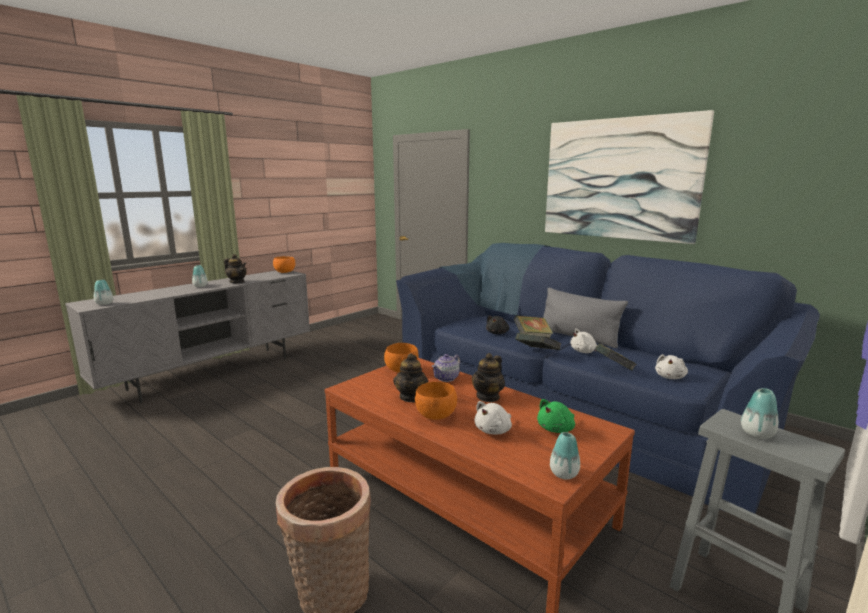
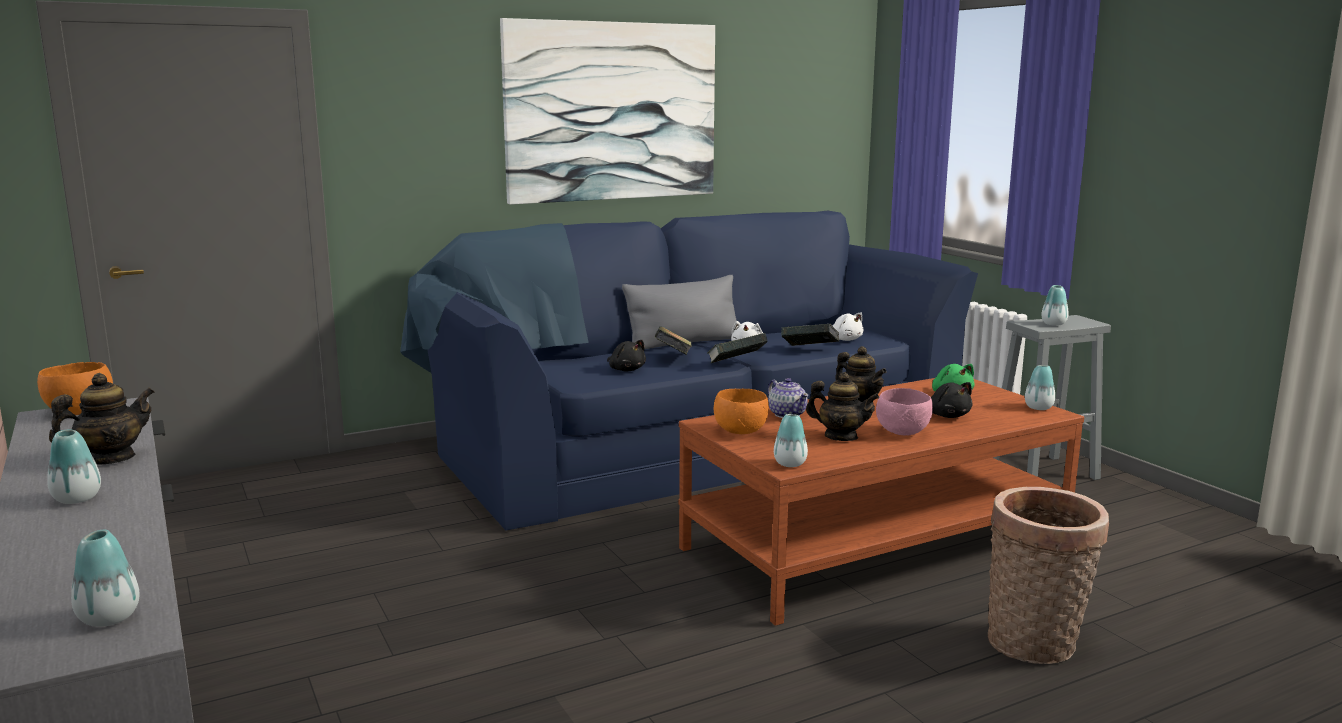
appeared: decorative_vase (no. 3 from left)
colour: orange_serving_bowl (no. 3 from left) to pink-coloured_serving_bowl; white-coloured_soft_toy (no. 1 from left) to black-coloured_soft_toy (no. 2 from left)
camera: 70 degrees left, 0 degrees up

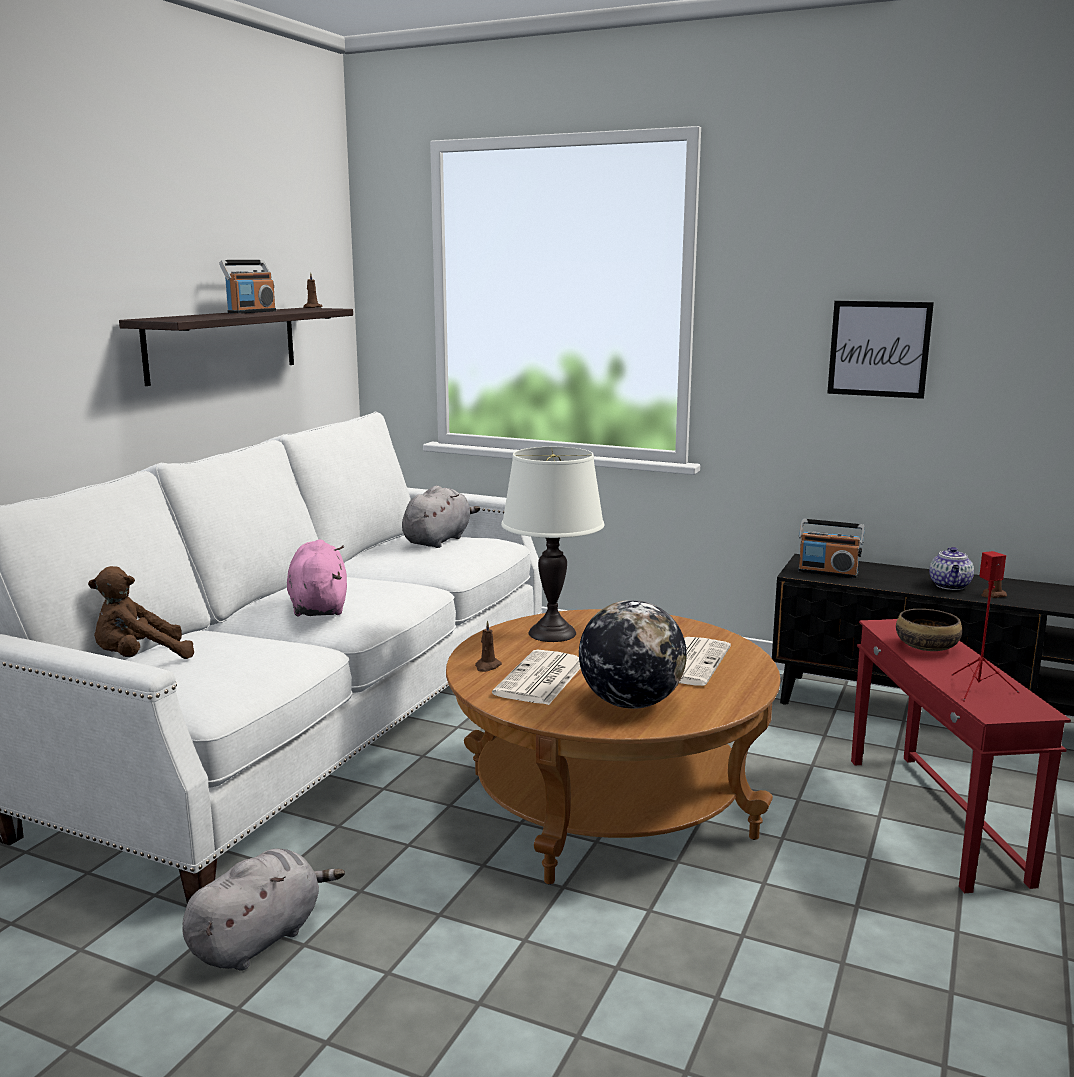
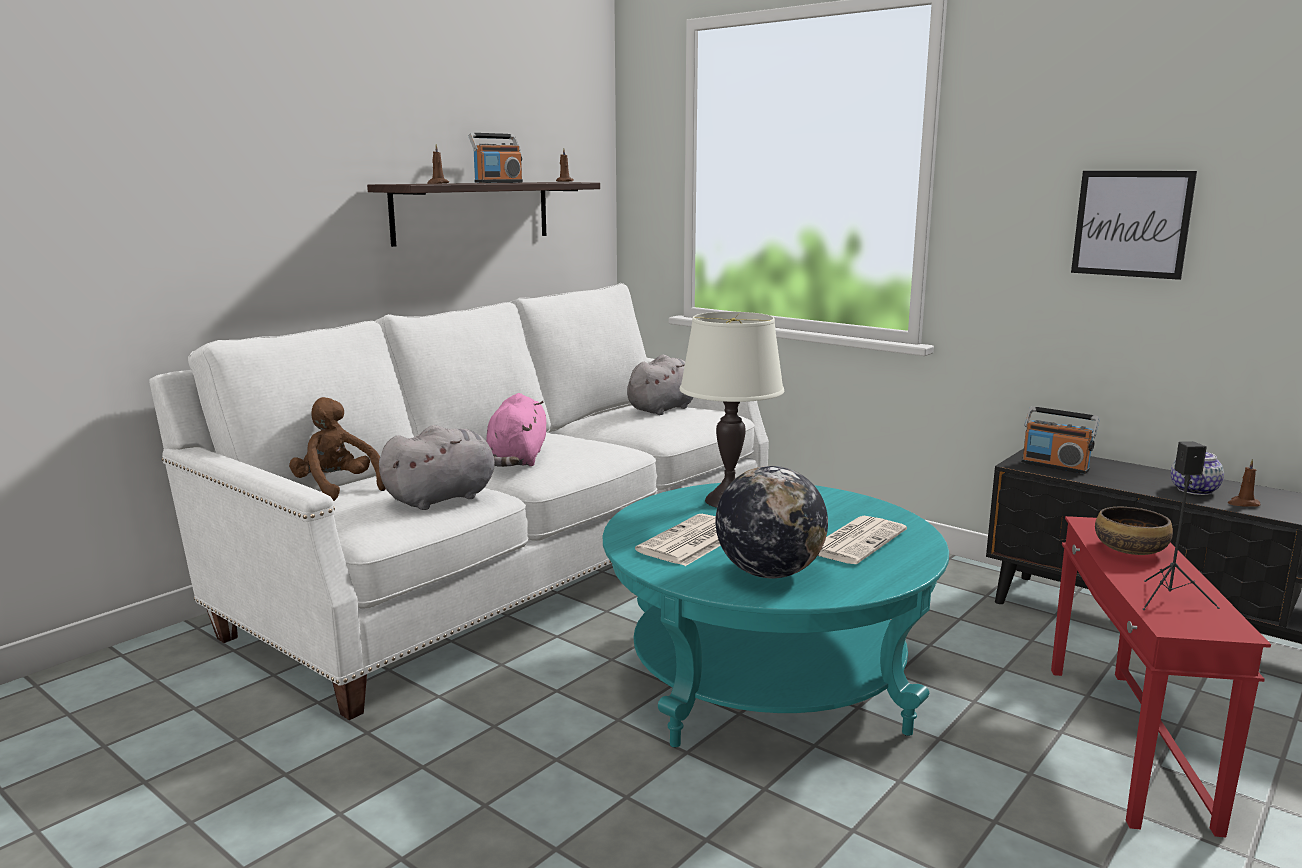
relocated: brownish_candle (no. 2 from left in the first image) to brownish_candle (no. 1 from left); greyish_soft_toy (no. 1 from left)
colour: red_audio_speaker to black-coloured_audio_speaker; brownish_lounge_table to turquoise-coloured_lounge_table
spun: brownish_soft_toy 60 degrees clockwise
camera: 15 degrees right, 0 degrees up

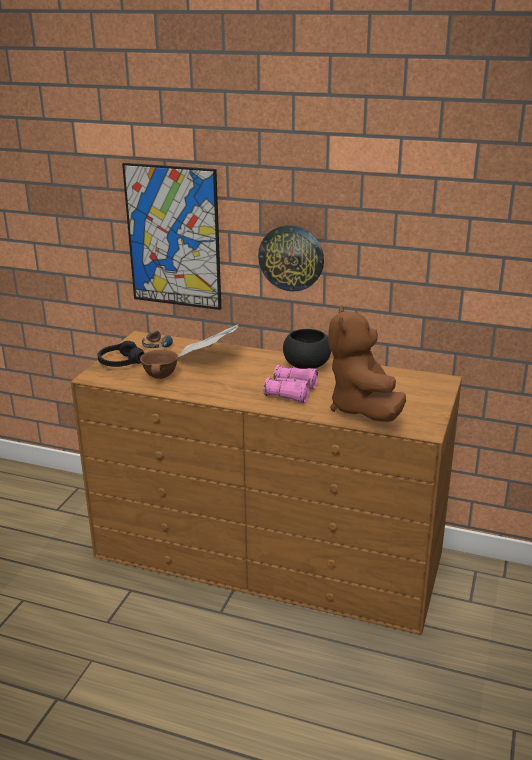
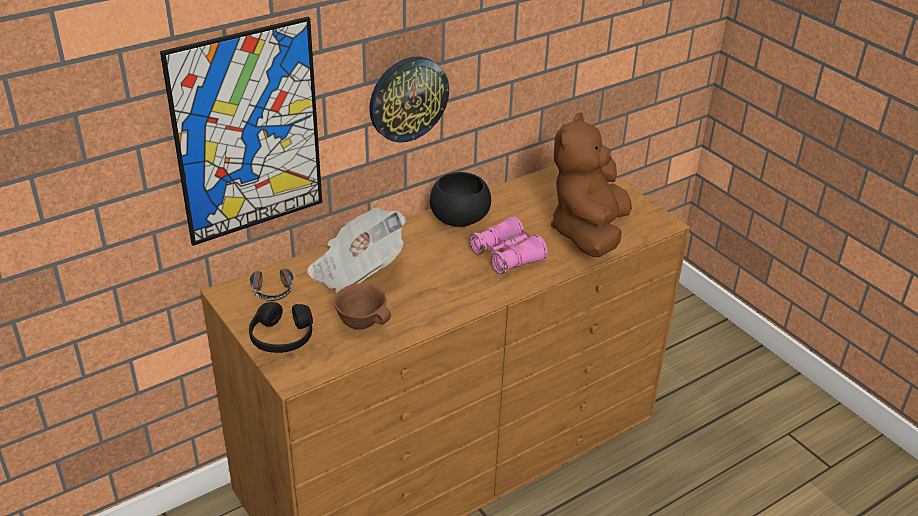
spun: brownish_soft_toy 75 degrees clockwise
camera: 55 degrees left, 10 degrees up

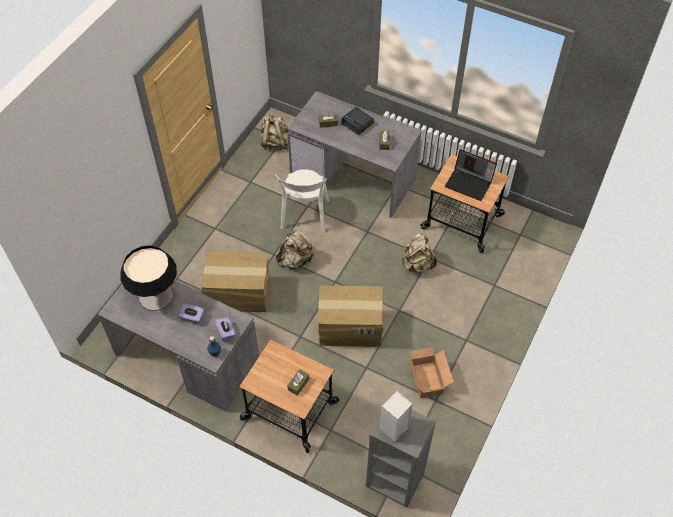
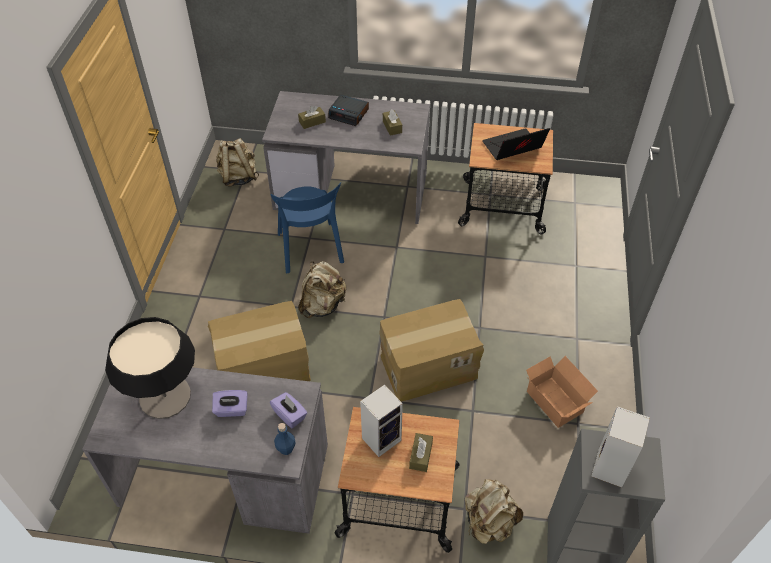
appeared: audio_speaker (no. 1 from left)
relocated: beige_backpack (no. 3 from left)
colour: white-coloured_upright_chair to blue_upright_chair
spun: portable_computer 150 degrees clockwise
camera: 20 degrees left, 5 degrees down

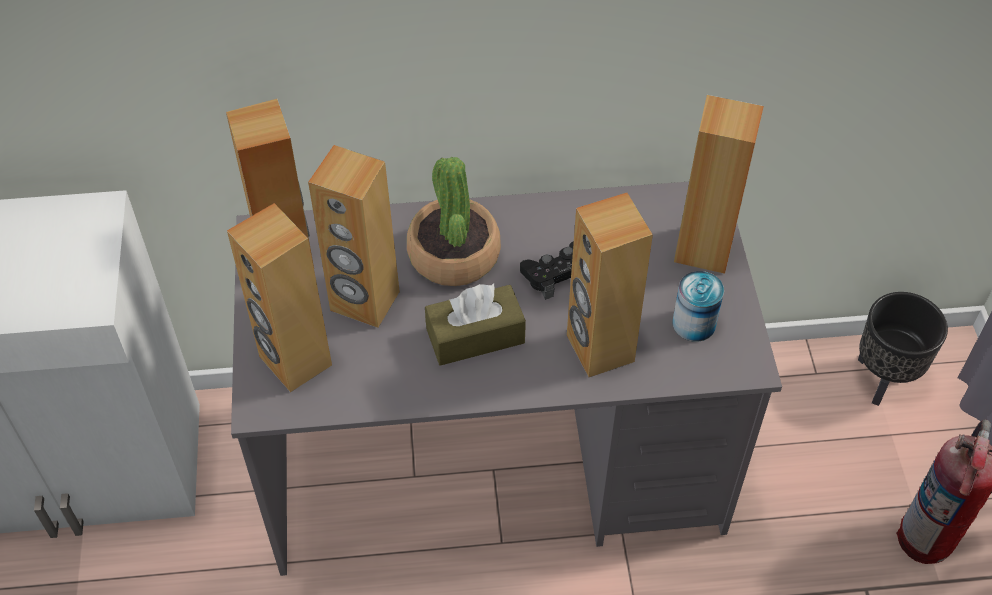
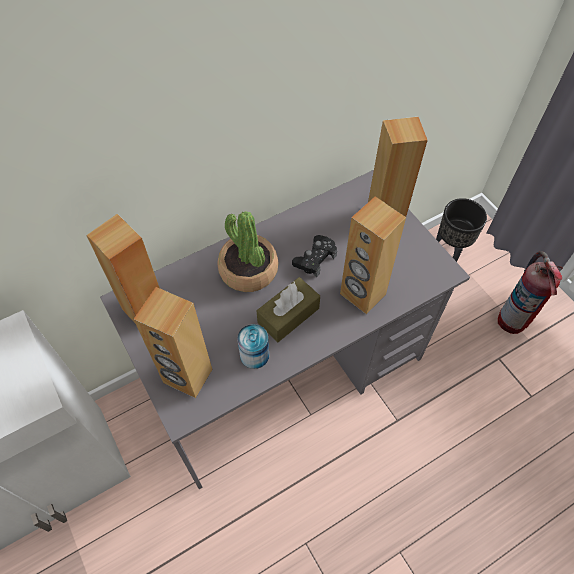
missing: brownish_audio_speaker (no. 3 from left)
relocated: metal_can
camera: 25 degrees left, 5 degrees up

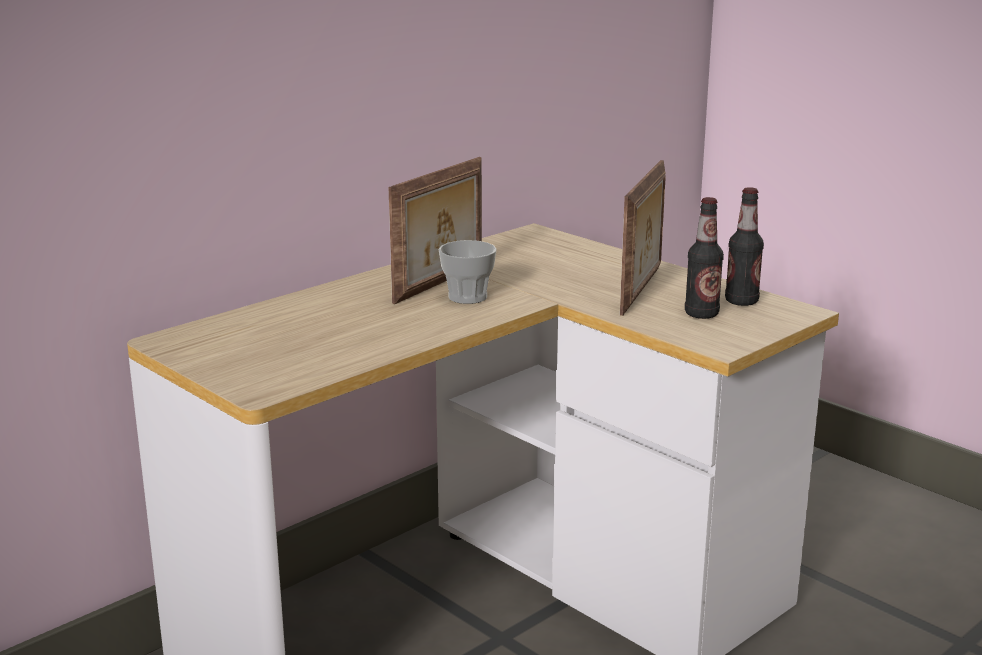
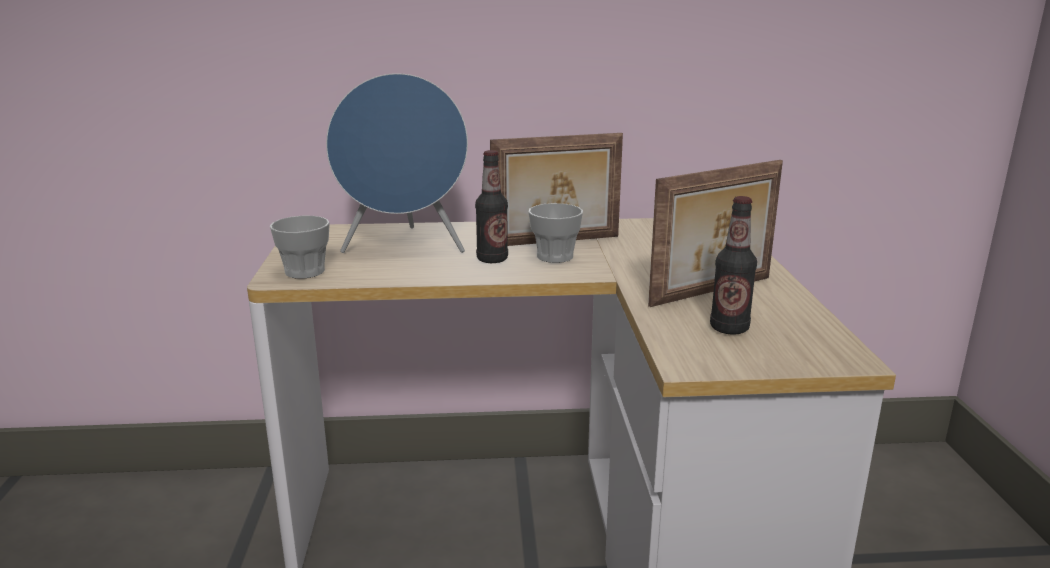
appeared: blue_audio_speaker; drinking_cup (no. 1 from left)
relocated: drink_bottle (no. 2 from left in the first image) to drink_bottle (no. 1 from left)
camera: 40 degrees right, 0 degrees up

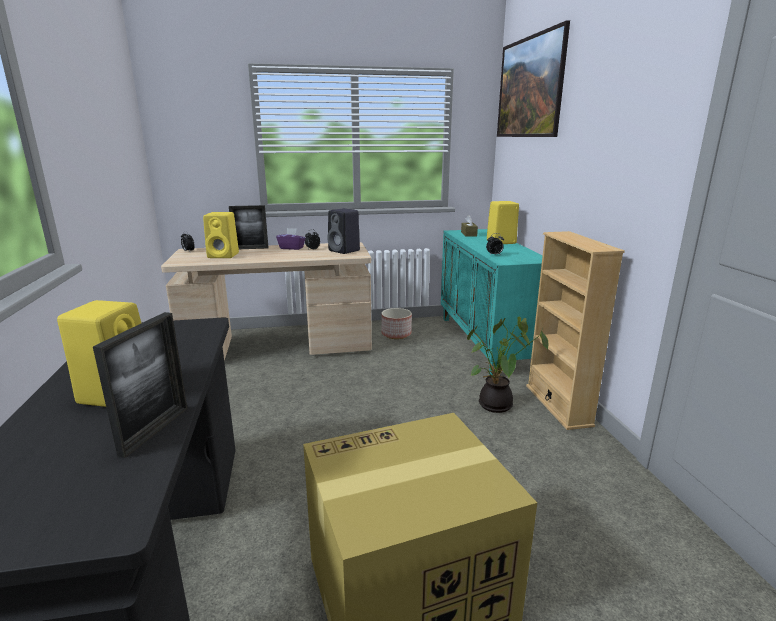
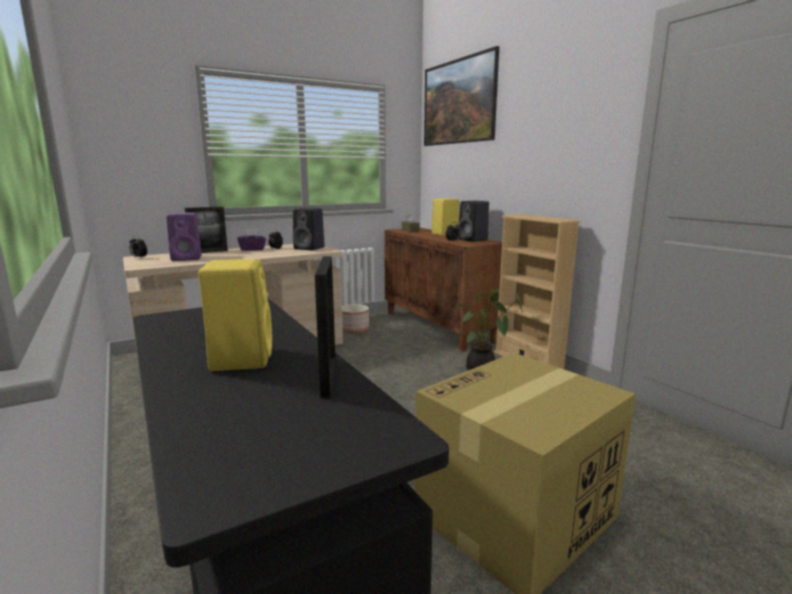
appeared: black-coloured_audio_speaker (no. 2 from left)
colour: yellow-coloured_audio_speaker (no. 2 from left) to purplish_audio_speaker; turquoise-coloured_storage_cabinet to brownish_storage_cabinet
camera: 20 degrees left, 5 degrees down

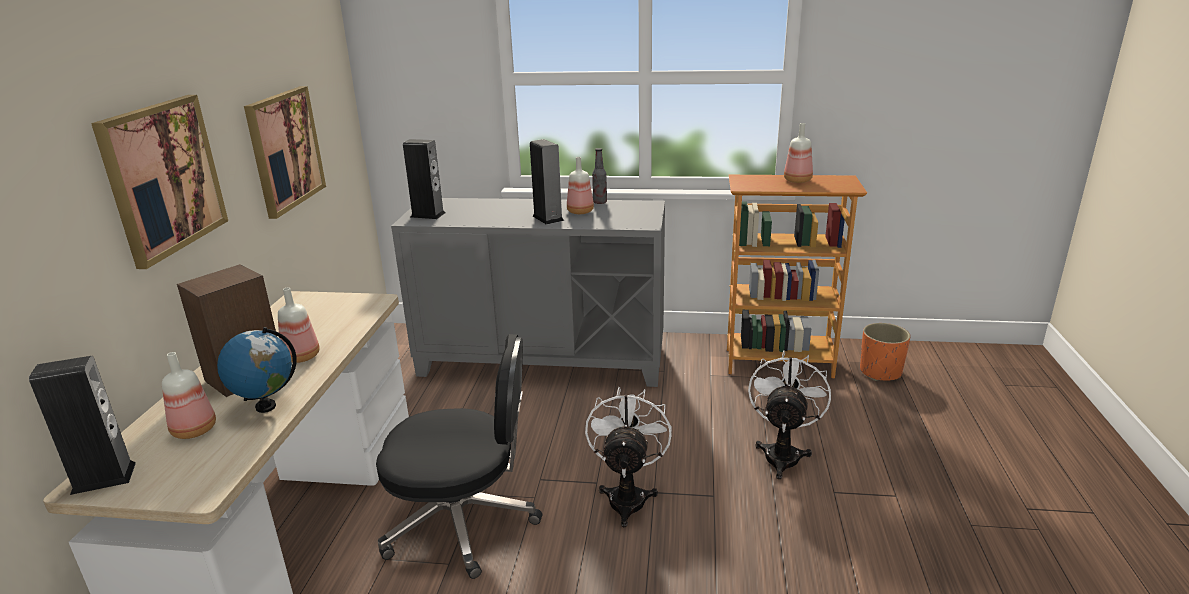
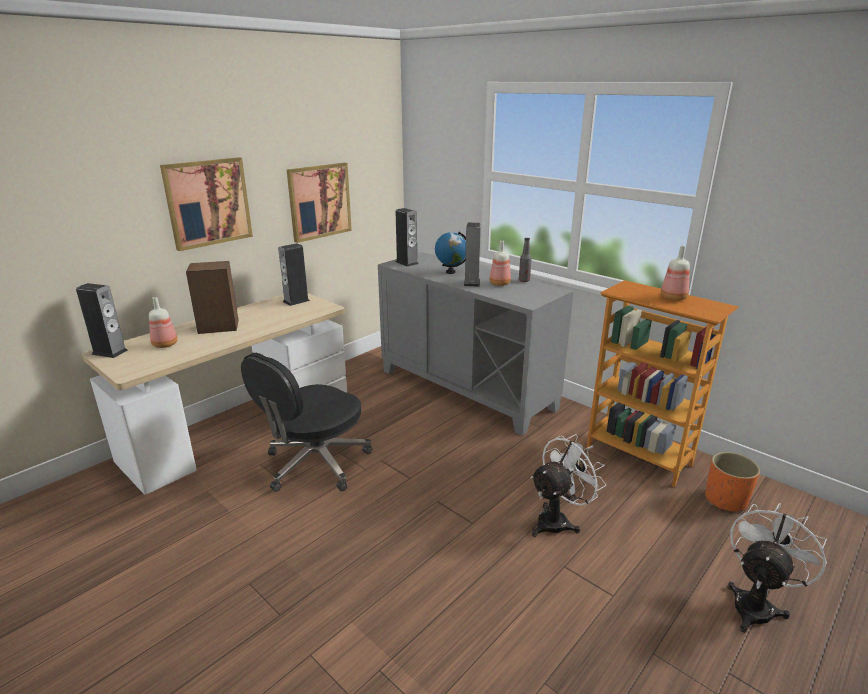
missing: drink_bottle (no. 2 from left)
appeared: audio_speaker (no. 3 from left)
relocated: desk_globe; white-coloured_fan (no. 1 from left in the first image) to white-coloured_fan (no. 2 from left)
spun: black-coloured_desk_chair 90 degrees clockwise
camera: 35 degrees right, 0 degrees up

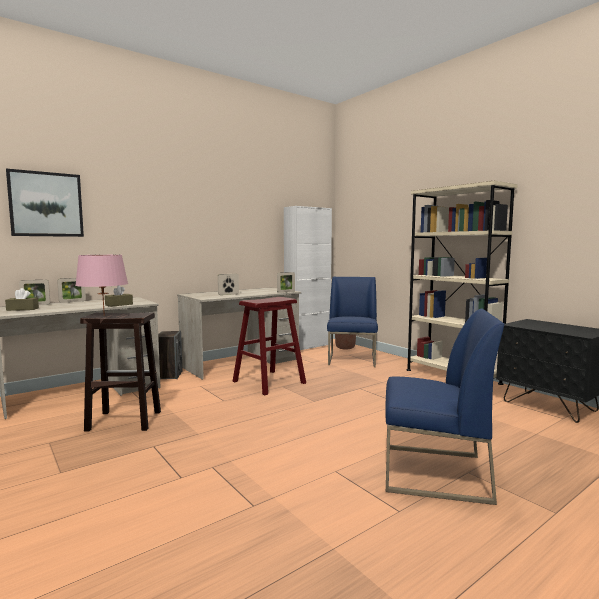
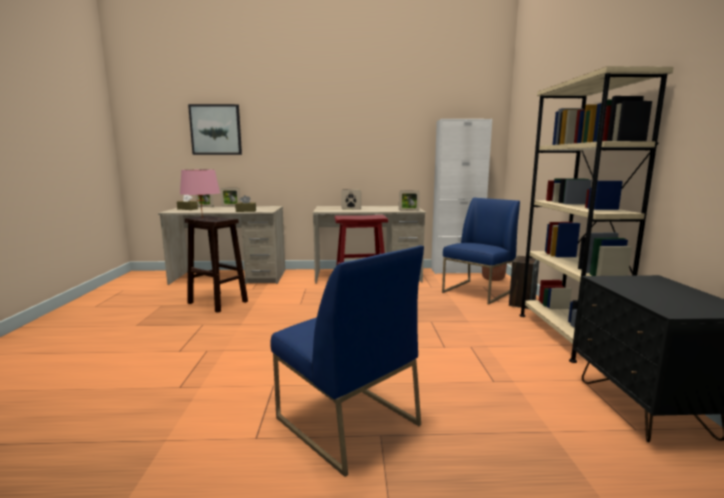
relocated: audio_speaker
camera: 35 degrees right, 5 degrees up

